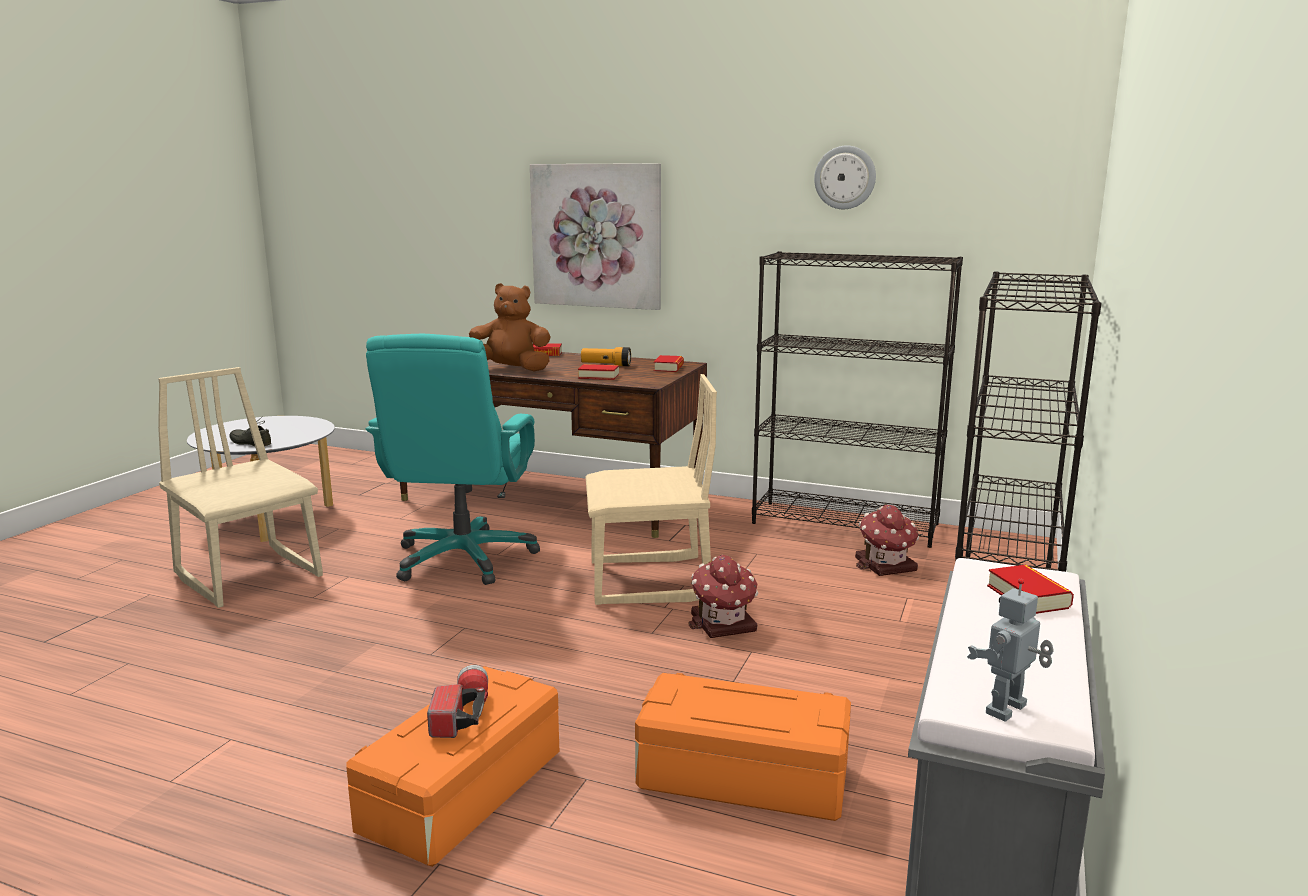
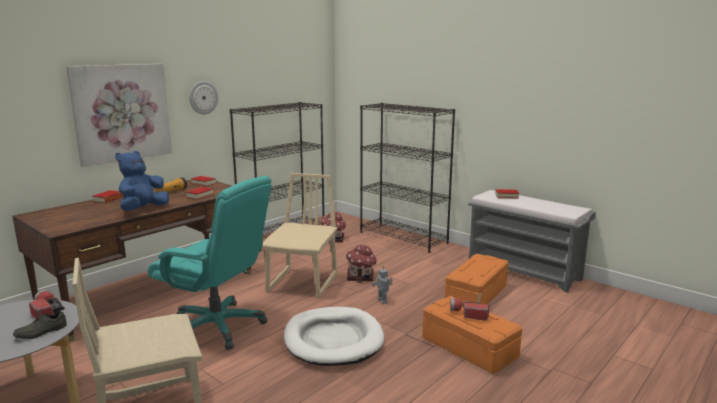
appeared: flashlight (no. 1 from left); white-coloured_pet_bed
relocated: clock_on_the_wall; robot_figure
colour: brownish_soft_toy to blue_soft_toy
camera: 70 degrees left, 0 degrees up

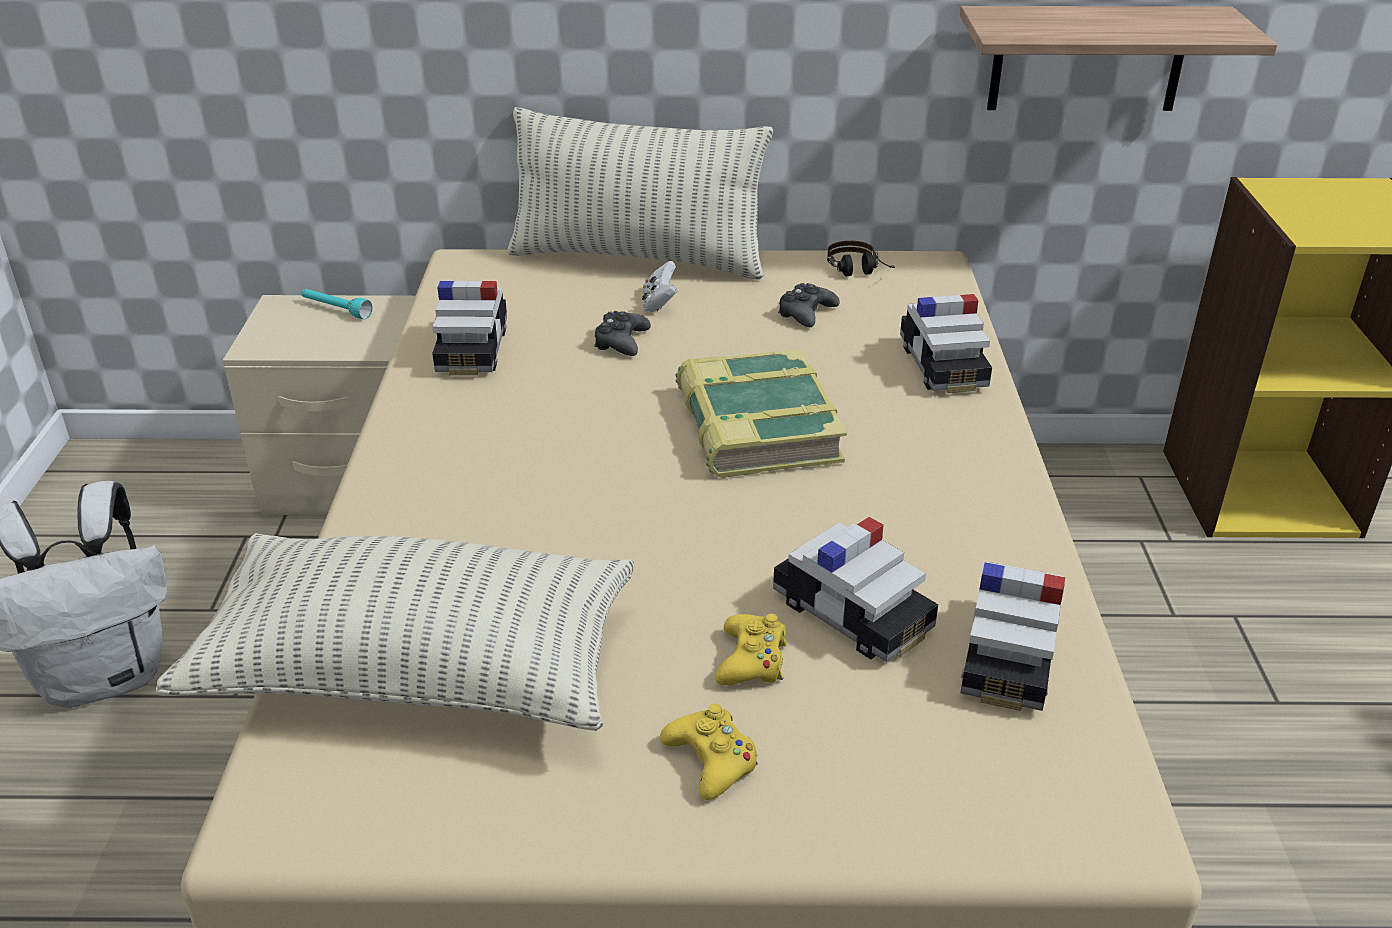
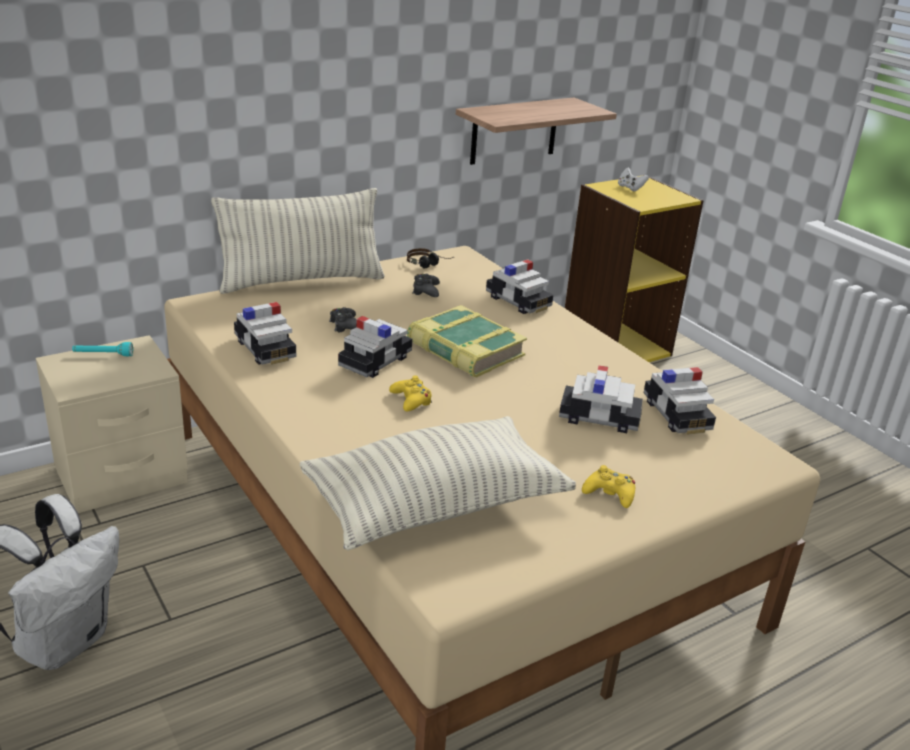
appeared: toy_car (no. 2 from left)
relocated: white-coloured_gamepad; yellow-coloured_gamepad (no. 2 from left in the first image) to yellow-coloured_gamepad (no. 1 from left)
camera: 35 degrees left, 5 degrees down

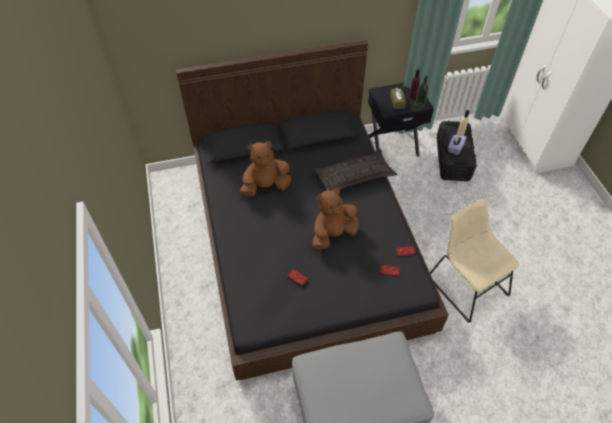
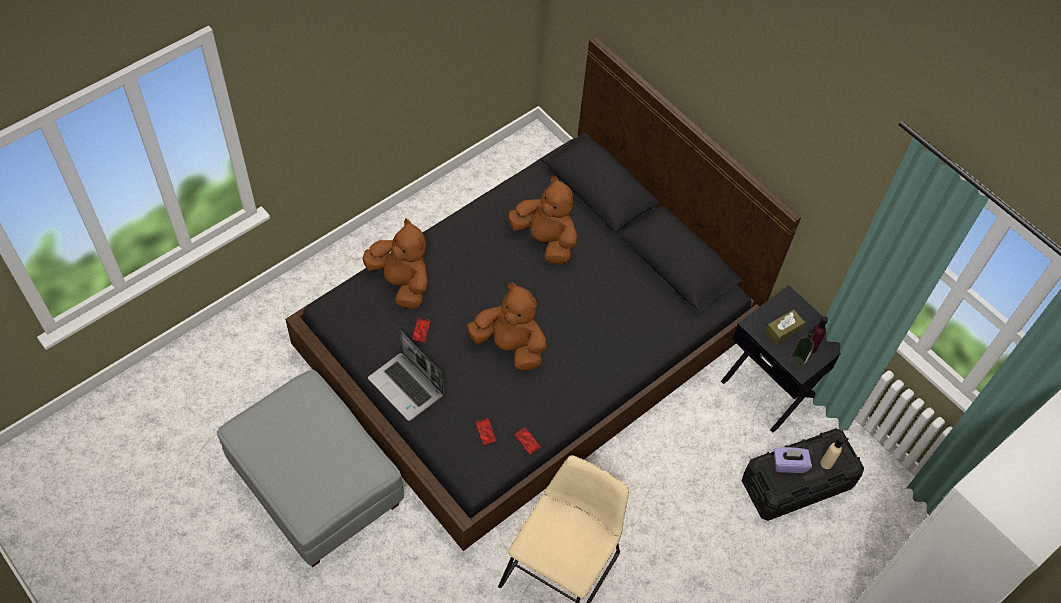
missing: cushion
appeared: brownish_soft_toy (no. 1 from left); portable_computer
camera: 60 degrees right, 5 degrees up

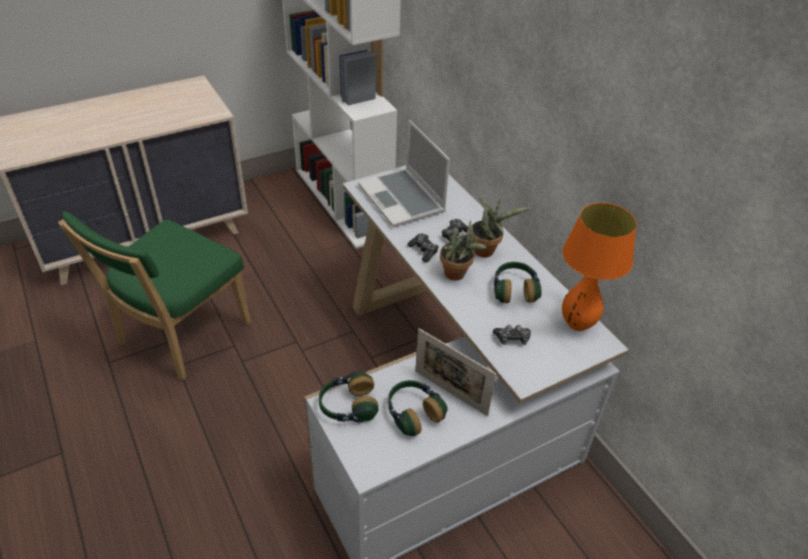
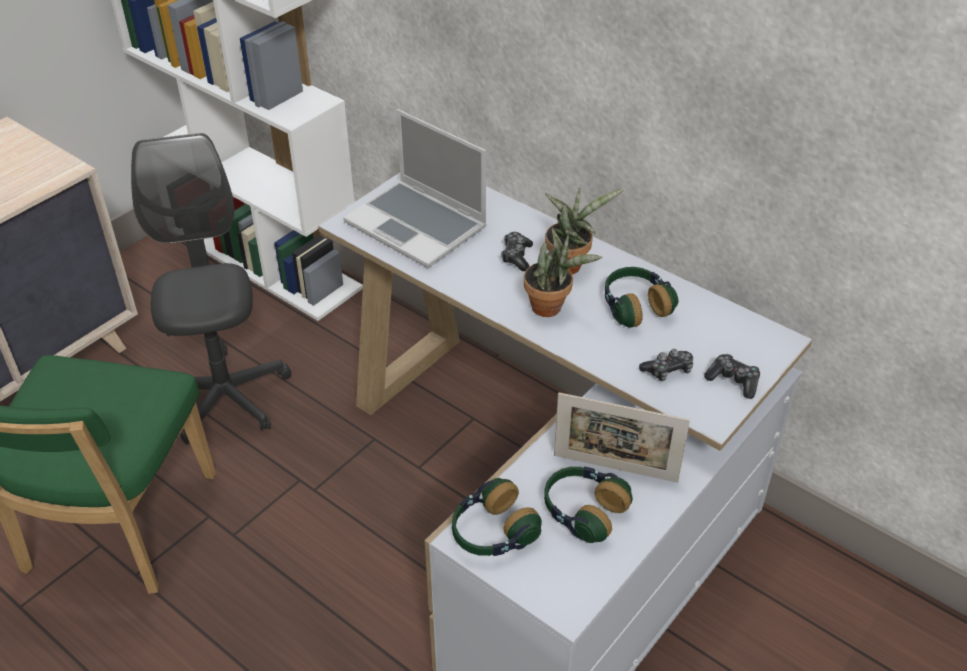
missing: orange_lamp_for_a_table
appeared: greyish_desk_chair
relocated: gamepad (no. 1 from left in the first image) to gamepad (no. 3 from left)
camera: 20 degrees left, 0 degrees up

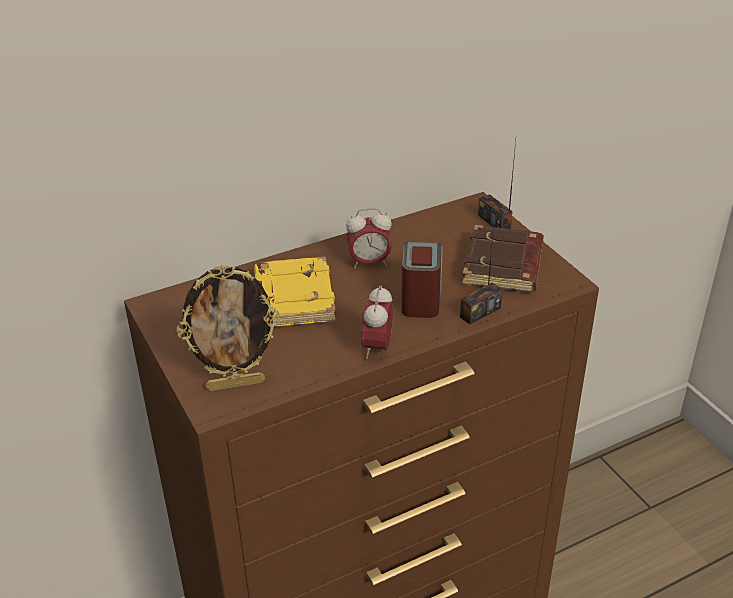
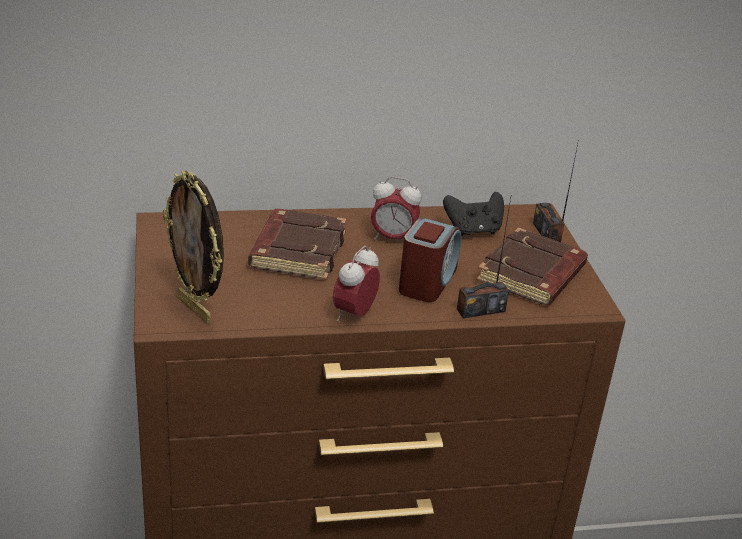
appeared: black-coloured_gamepad
colour: yellow-coloured_bound_book to brownish_bound_book (no. 1 from left)
spun: standing_frame 45 degrees clockwise
camera: 15 degrees right, 5 degrees down

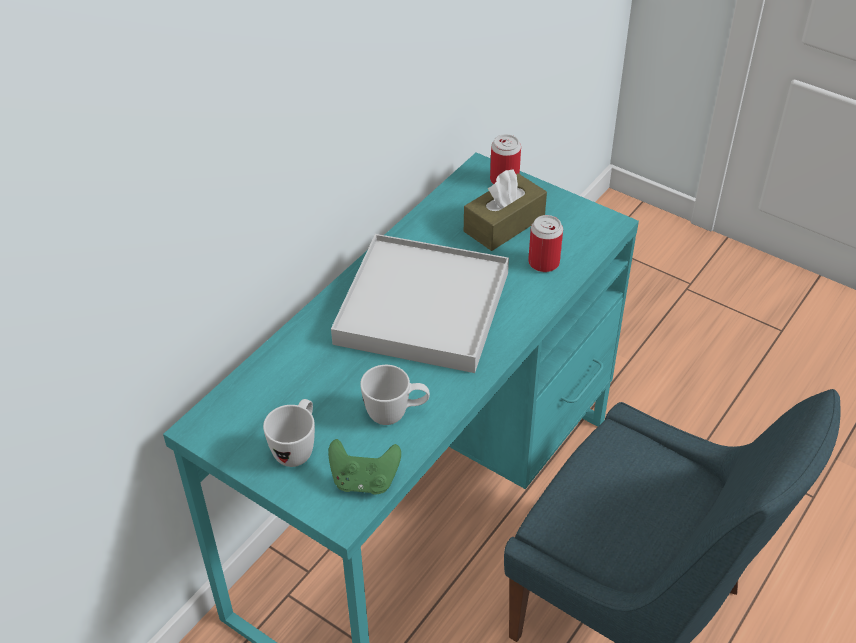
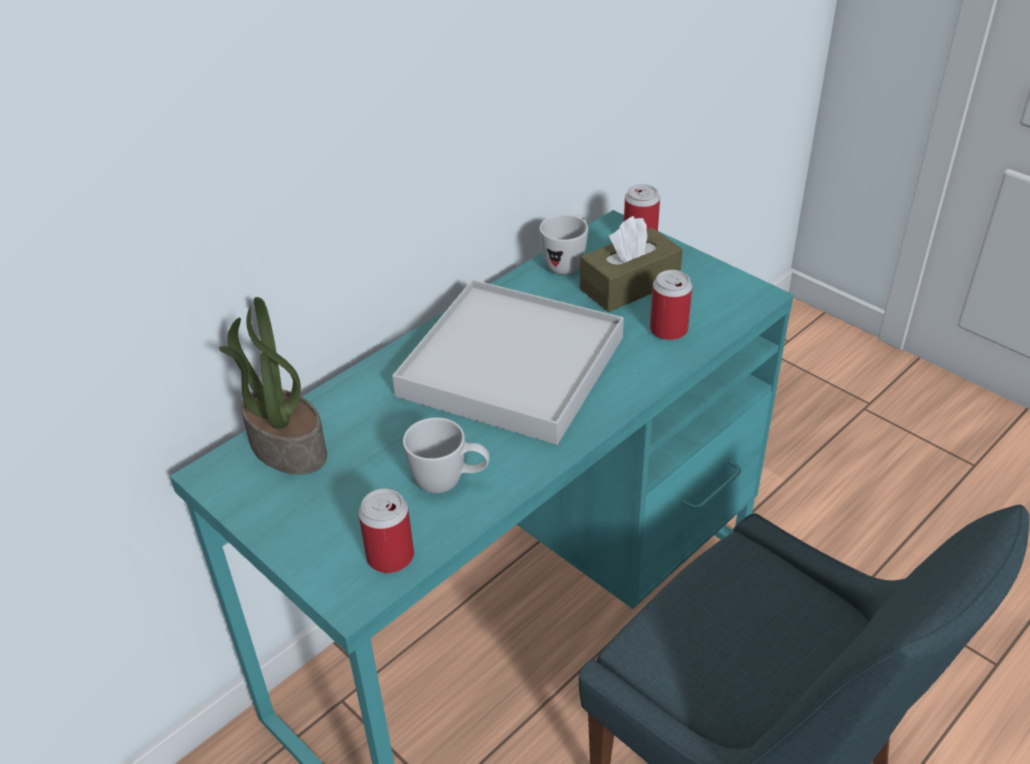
appeared: houseplant
relocated: white-coloured_mug (no. 1 from left in the first image) to white-coloured_mug (no. 2 from left)
exchanged: green-coloured_gamepad to metal_can (no. 1 from left)
camera: 10 degrees right, 5 degrees down

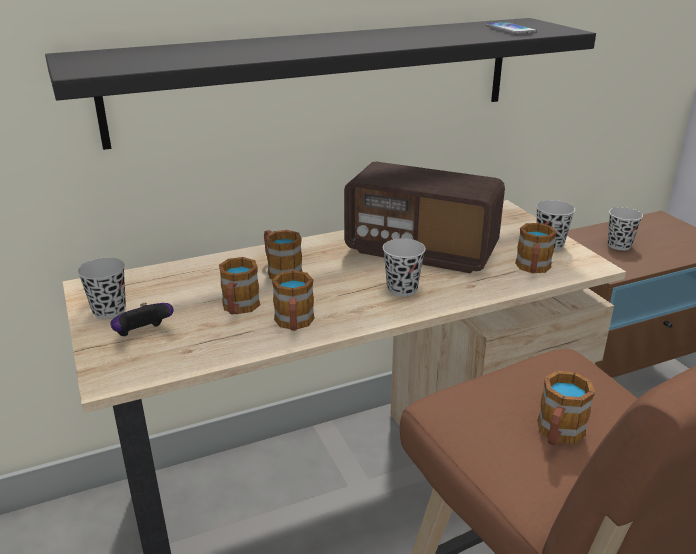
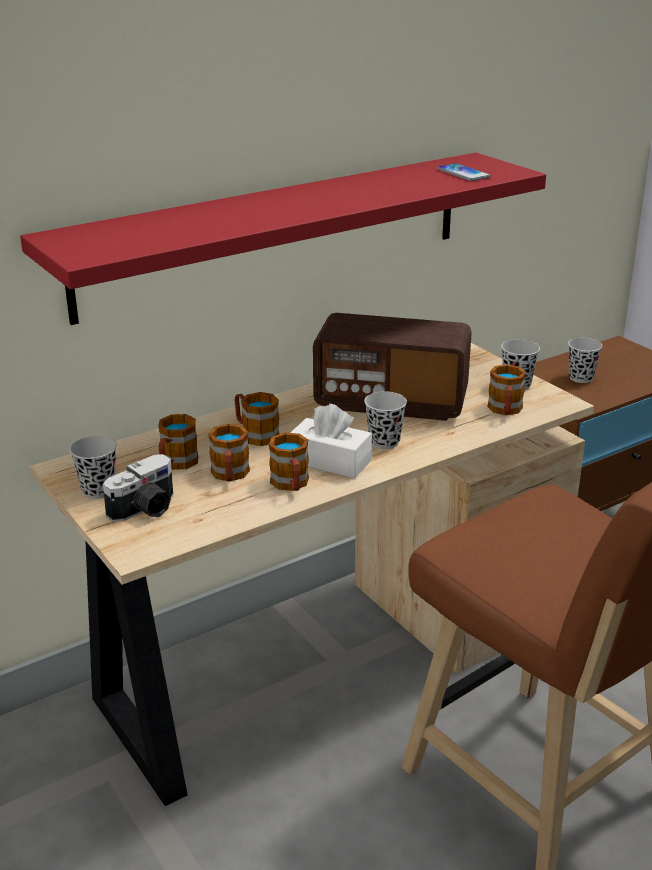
appeared: white-coloured_box_of_tissues
relocated: mug (no. 5 from left in the first image) to mug (no. 1 from left)
exchanged: gamepad to photo_camera
colour: black-coloured_shelf to red_shelf
camera: 10 degrees left, 0 degrees up

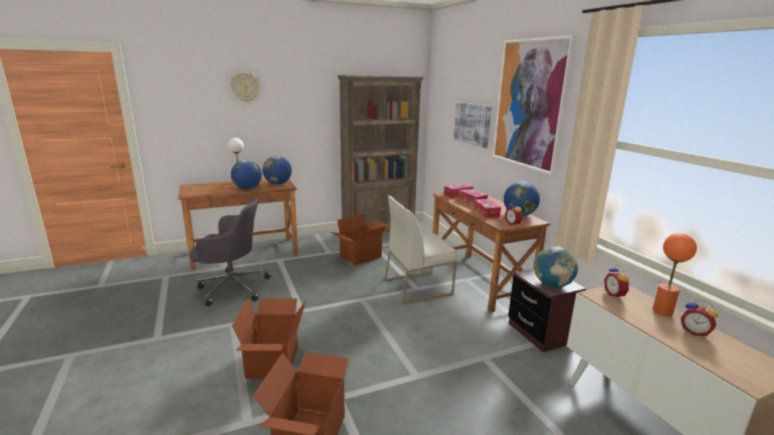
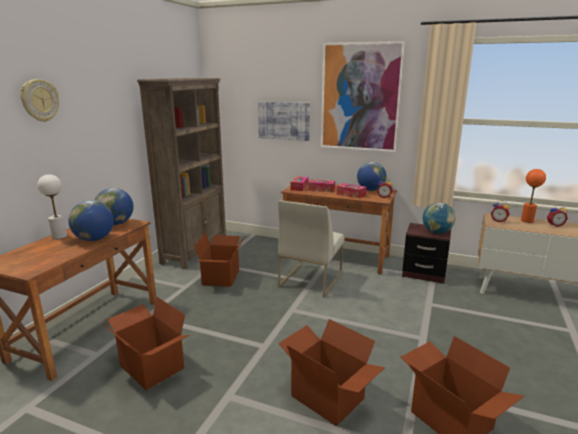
exchanged: greyish_desk_chair to cardboard_box (no. 1 from left)
camera: 45 degrees left, 0 degrees up

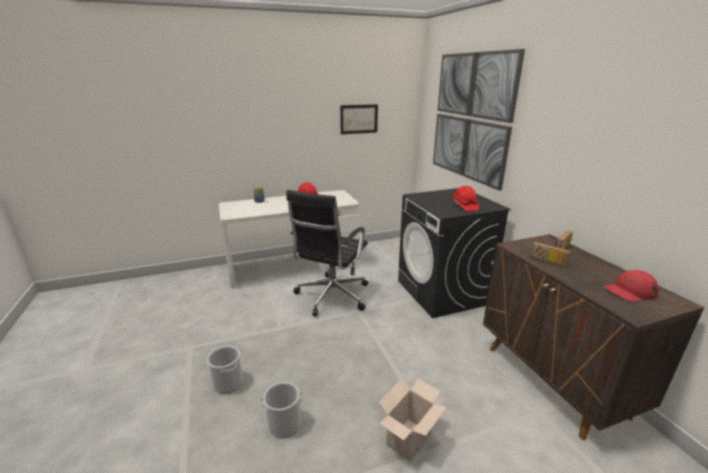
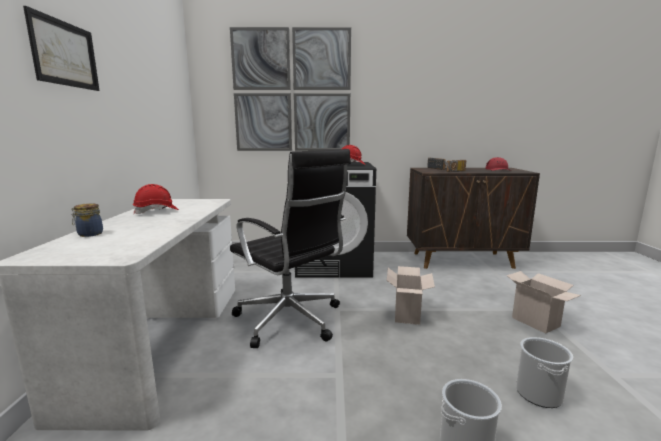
appeared: cardboard_box (no. 1 from left)
relocated: wall_picture (no. 1 from left)
camera: 70 degrees left, 10 degrees down

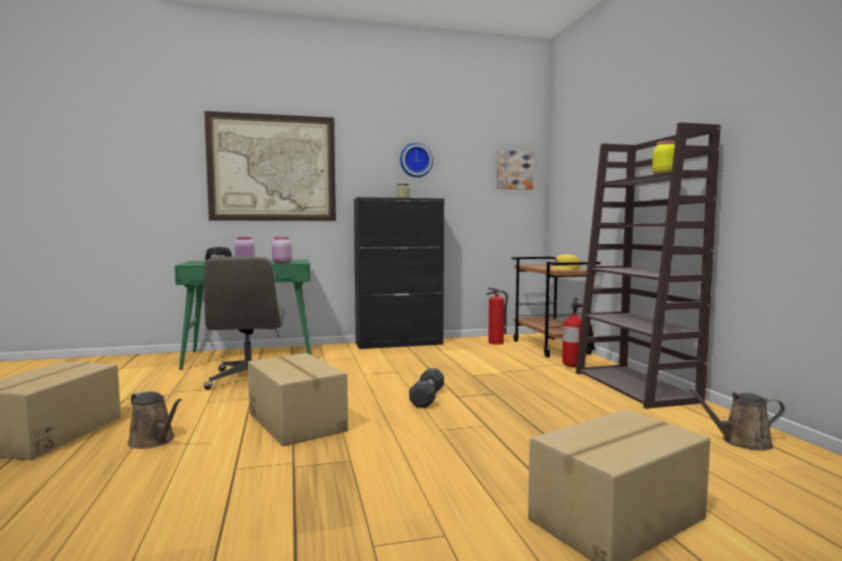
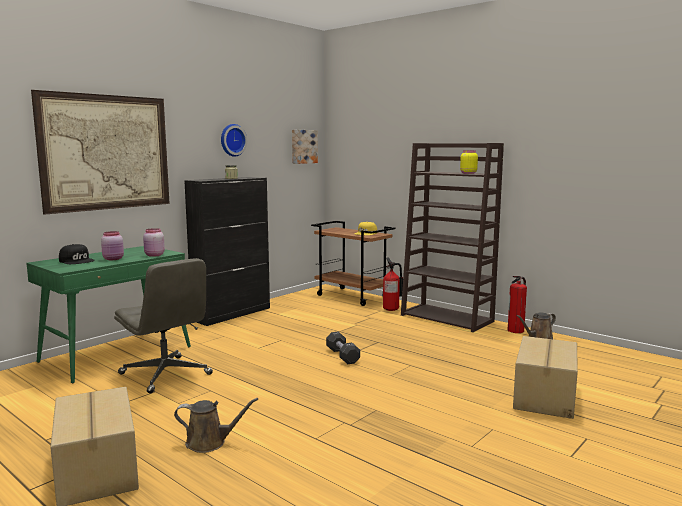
missing: cardboard_box (no. 2 from left)
relocated: extinguisher (no. 1 from left in the first image) to extinguisher (no. 2 from left)
camera: 35 degrees left, 5 degrees up

